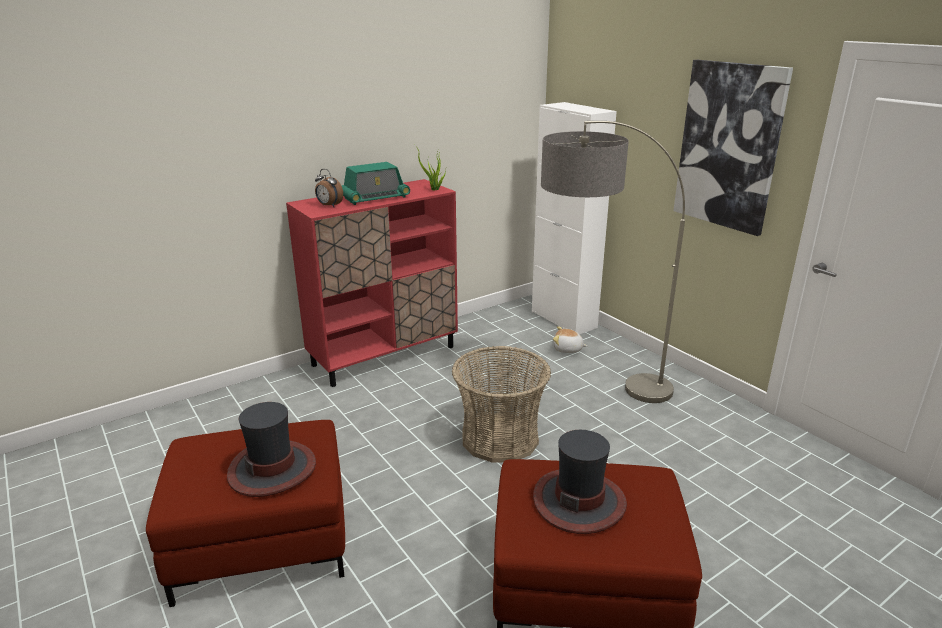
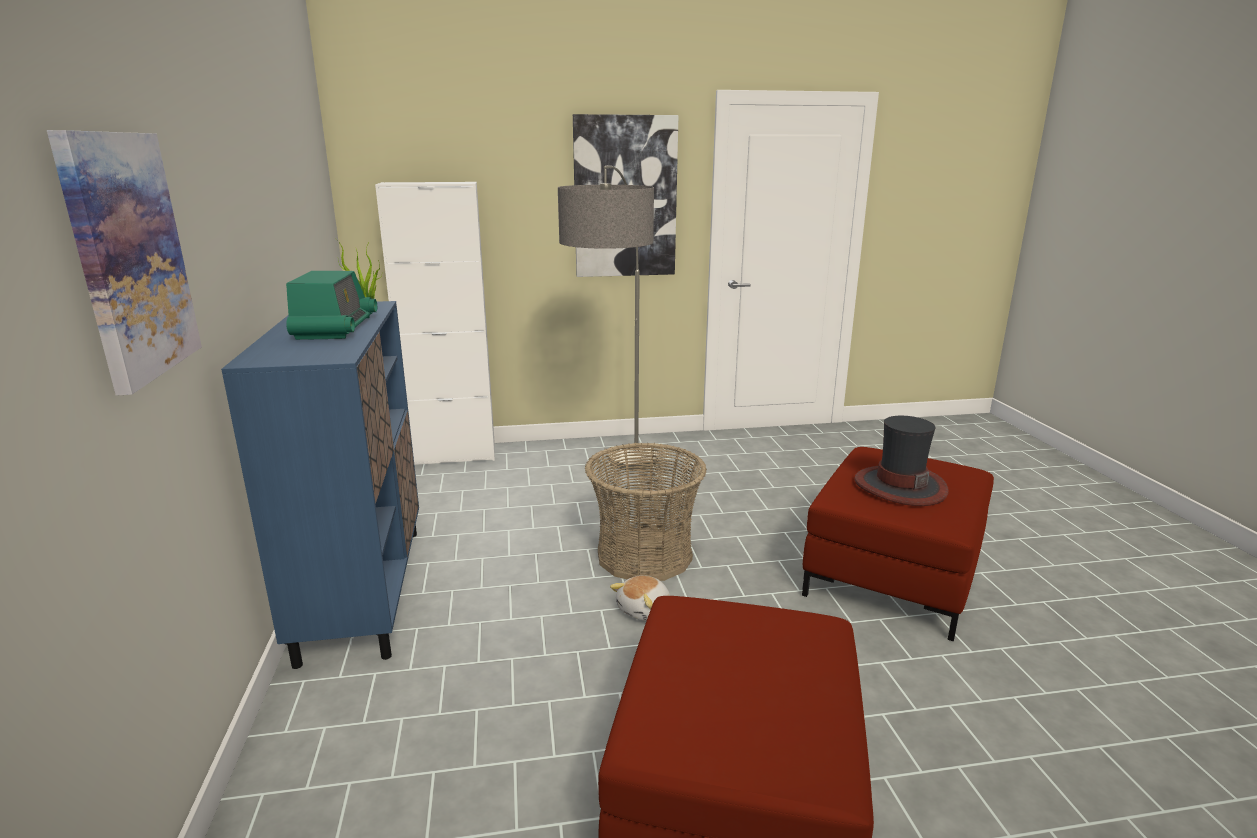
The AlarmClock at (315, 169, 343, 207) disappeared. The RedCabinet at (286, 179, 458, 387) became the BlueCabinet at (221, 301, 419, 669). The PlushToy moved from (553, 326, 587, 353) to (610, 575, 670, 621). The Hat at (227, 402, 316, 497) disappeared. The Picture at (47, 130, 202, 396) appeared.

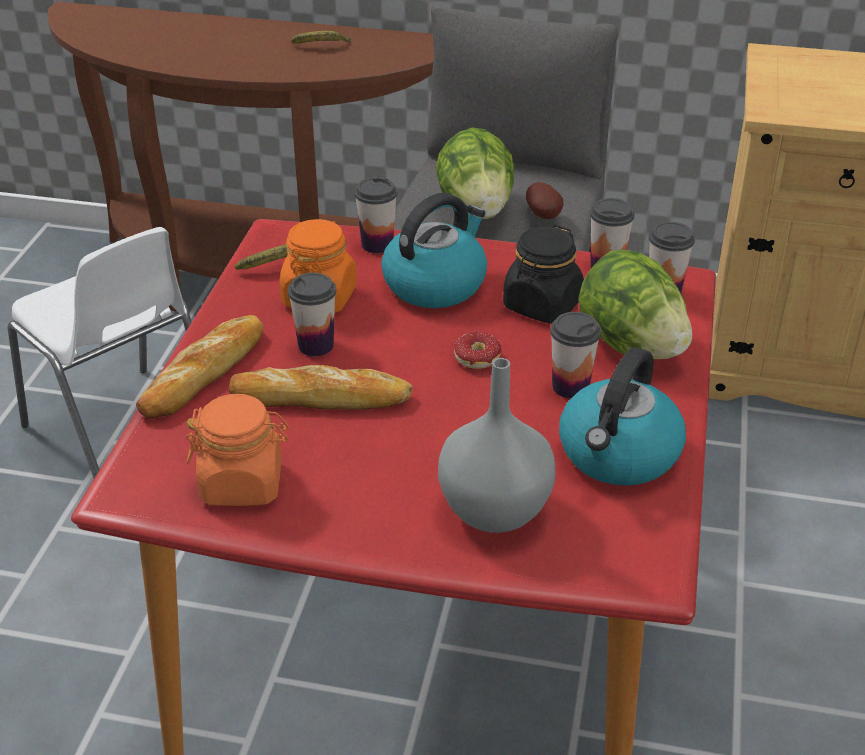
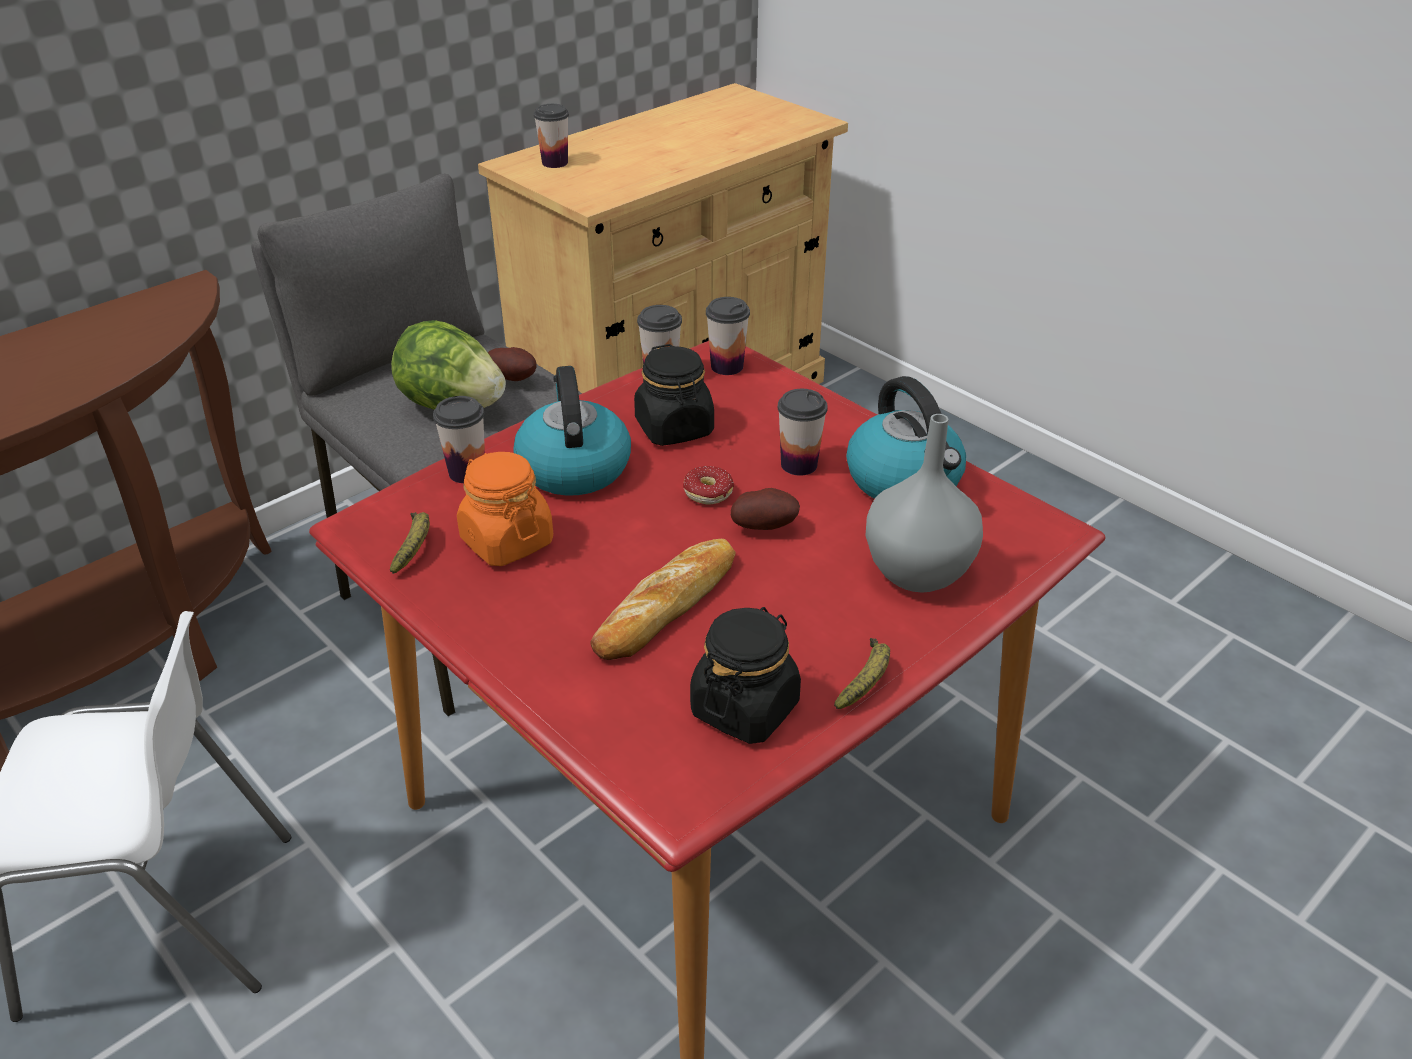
The Banana moved from (291, 31, 351, 43) to (834, 638, 890, 709). The Lettuce at (578, 249, 692, 359) disappeared. The Cup moved from (288, 273, 336, 356) to (534, 104, 569, 168). The Bread at (136, 315, 264, 419) disappeared. The OrangeJar at (186, 394, 289, 506) became the BlackJar at (690, 607, 801, 744). The Potato at (731, 488, 800, 530) appeared.

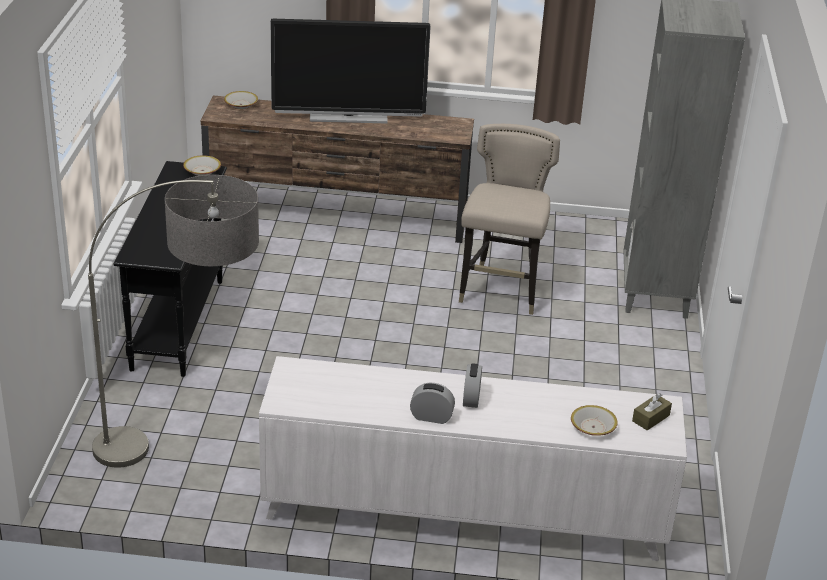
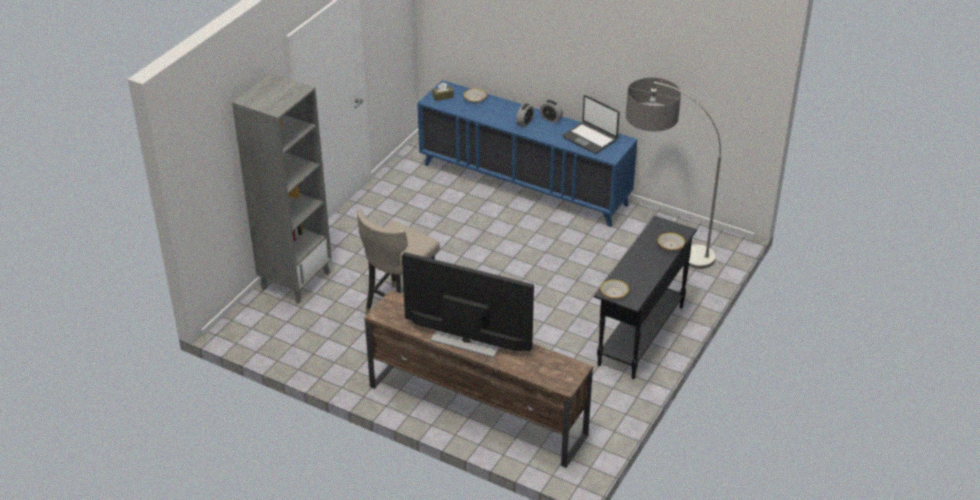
The Bowl moved from (224, 91, 258, 109) to (657, 233, 685, 251). The WhiteCabinet at (259, 356, 687, 561) became the BlueCabinet at (417, 80, 637, 227). The Laptop at (562, 95, 620, 154) appeared.

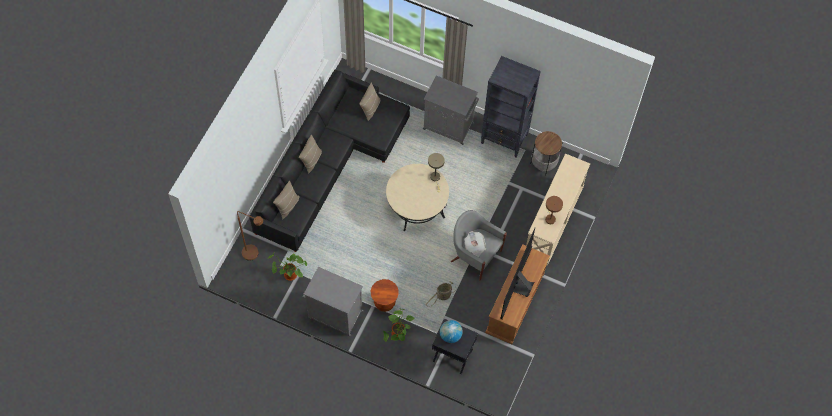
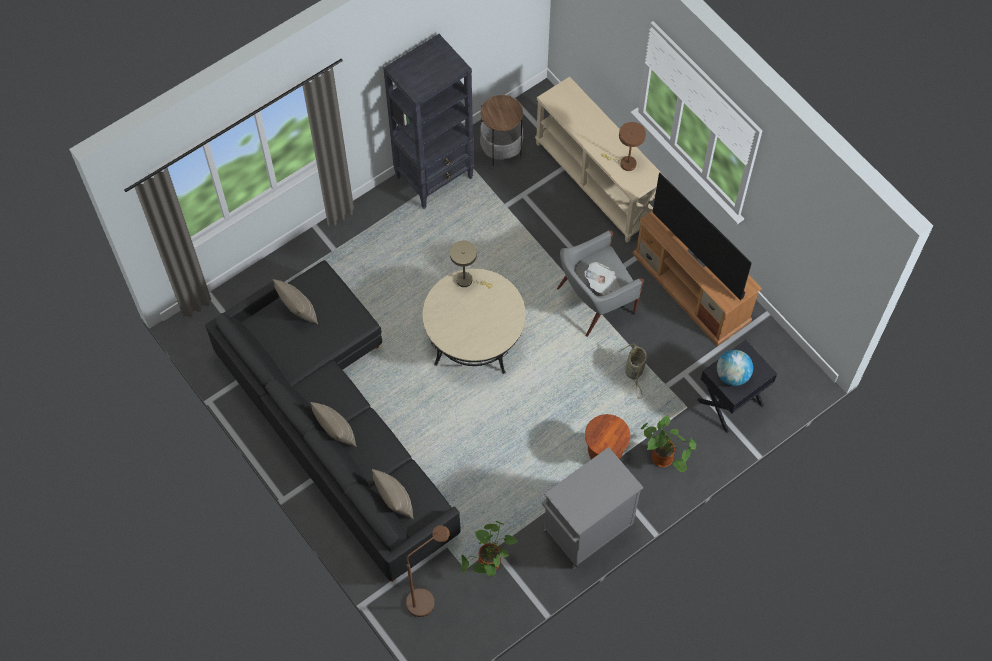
The GreyCabinet at (423, 75, 479, 145) disappeared.

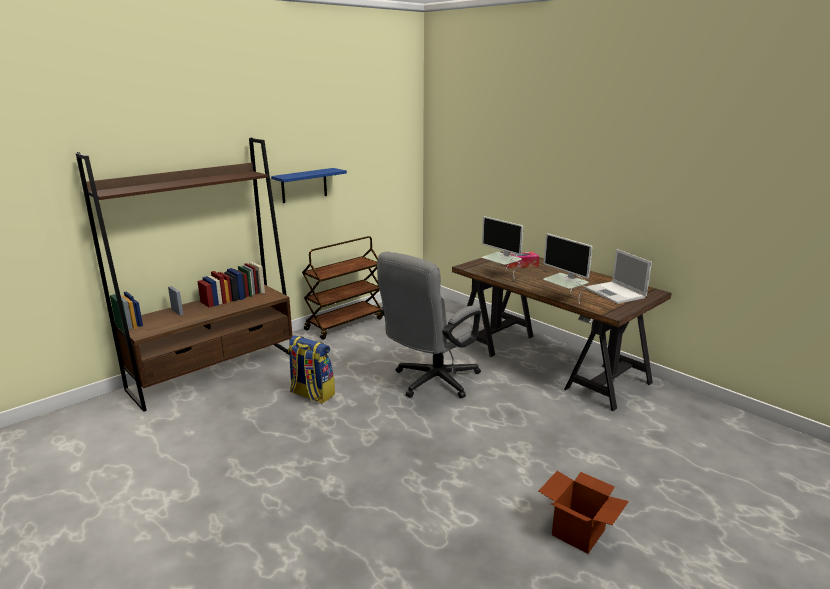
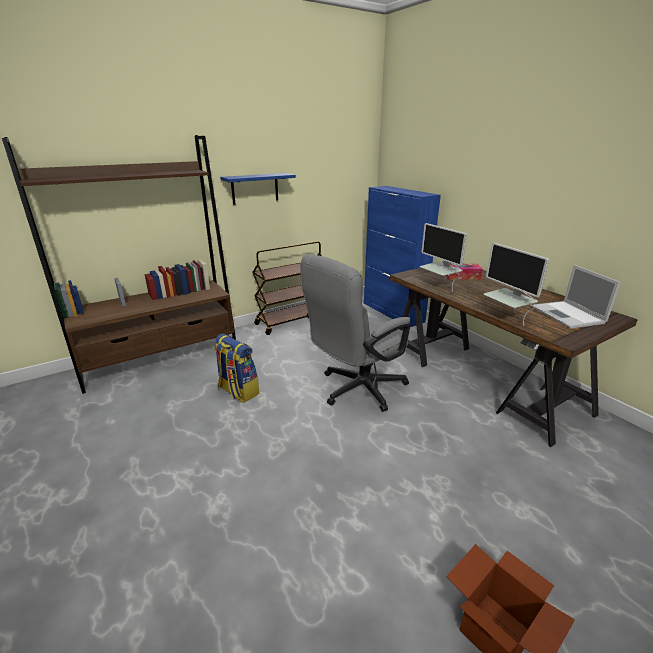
The BlueCabinet at (364, 186, 441, 327) appeared.

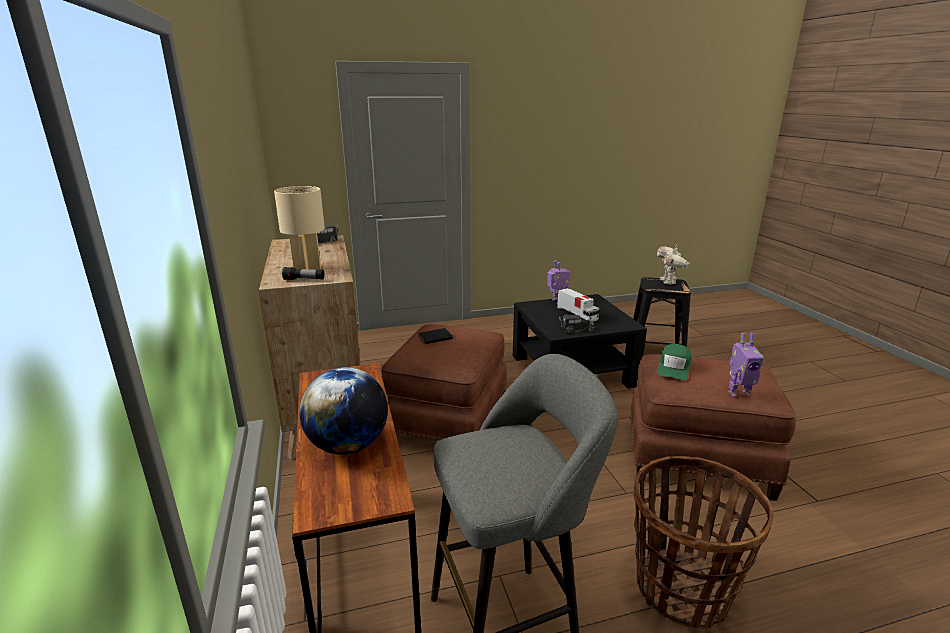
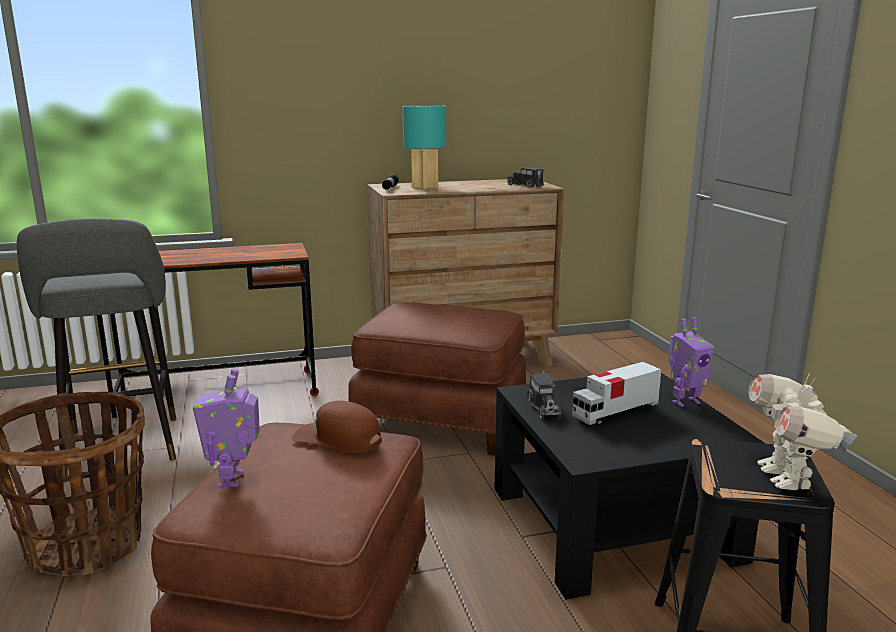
The BeigeTableLamp at (274, 186, 325, 270) became the TurquoiseTableLamp at (403, 105, 446, 189). The ToyRobot at (657, 246, 690, 284) turned 90 degrees counterclockwise. The BlackBook at (418, 328, 455, 344) disappeared. The GreenCap at (657, 344, 691, 380) became the BrownCap at (292, 401, 382, 453). The Globe at (299, 367, 388, 455) disappeared.

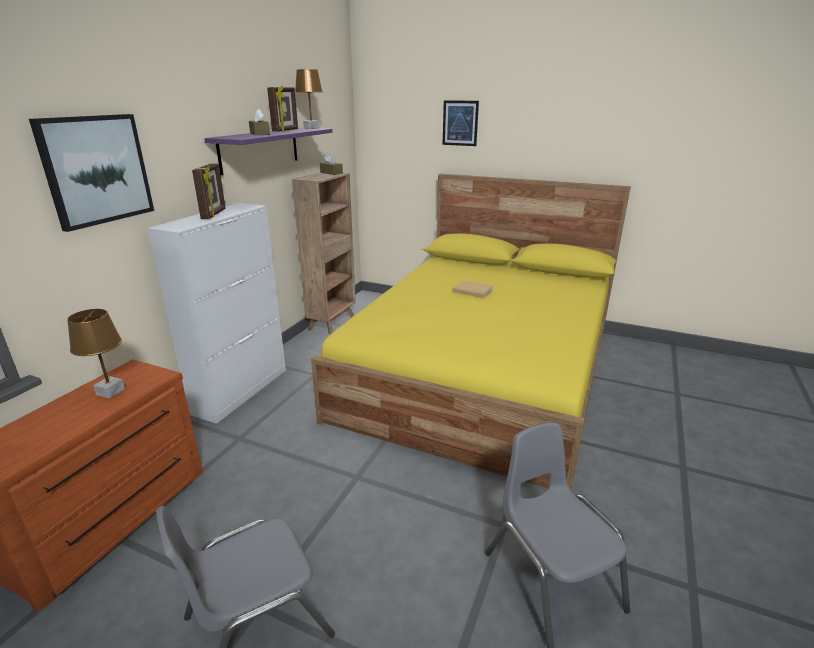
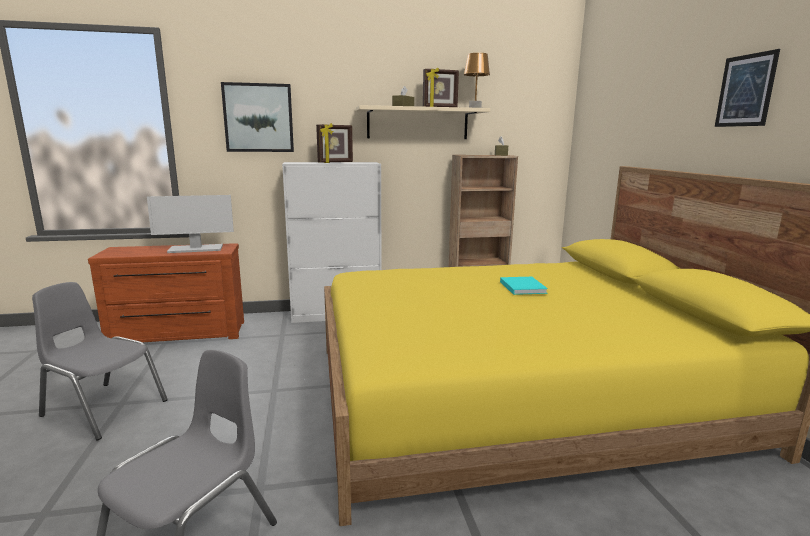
The Picture moved from (442, 100, 479, 146) to (715, 49, 780, 127). The PurpleShelf at (204, 128, 333, 176) became the BeigeShelf at (356, 105, 490, 139). The BeigeBook at (452, 280, 493, 298) became the TurquoiseBook at (500, 277, 548, 295). The BrownTableLamp at (67, 309, 125, 398) was replaced by the Monitor at (147, 195, 234, 253).

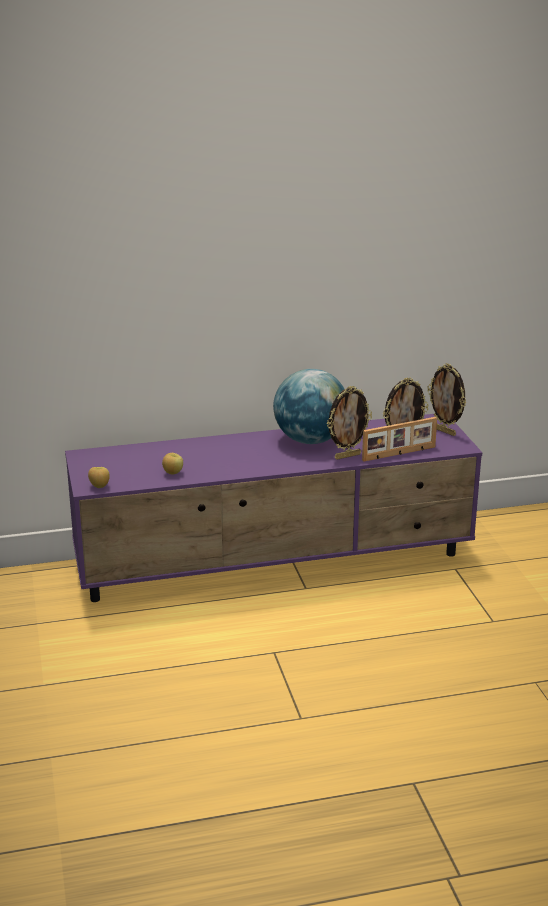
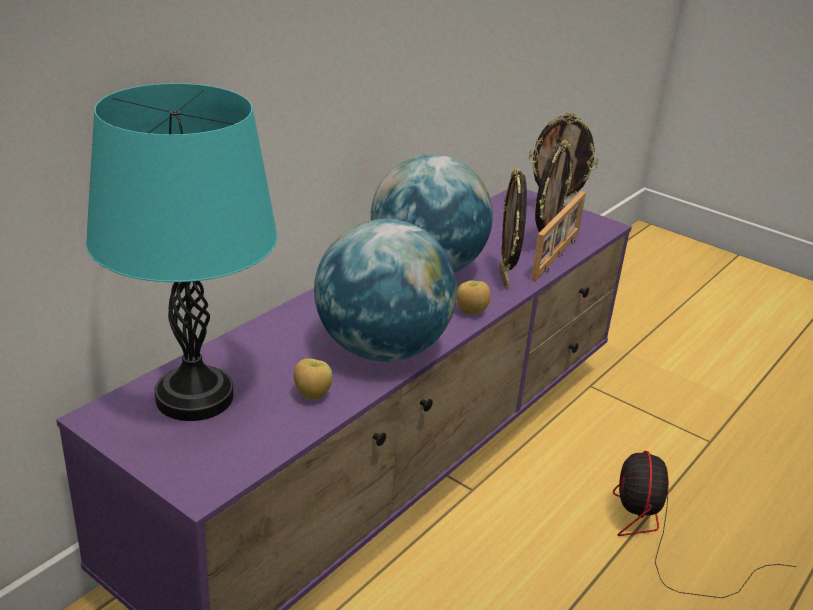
The PictureFrame at (327, 386, 372, 460) turned 150 degrees clockwise. The Apple moved from (88, 467, 110, 488) to (457, 281, 491, 315). The TurquoiseTableLamp at (86, 83, 278, 421) appeared. The Globe at (314, 219, 457, 362) appeared. The Fan at (613, 451, 797, 598) appeared.

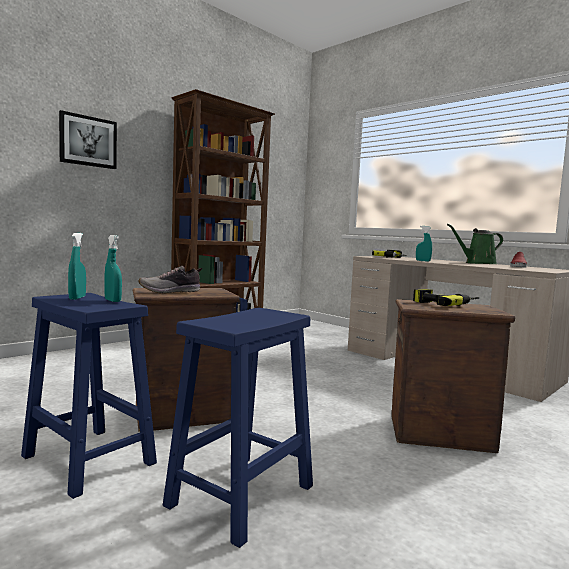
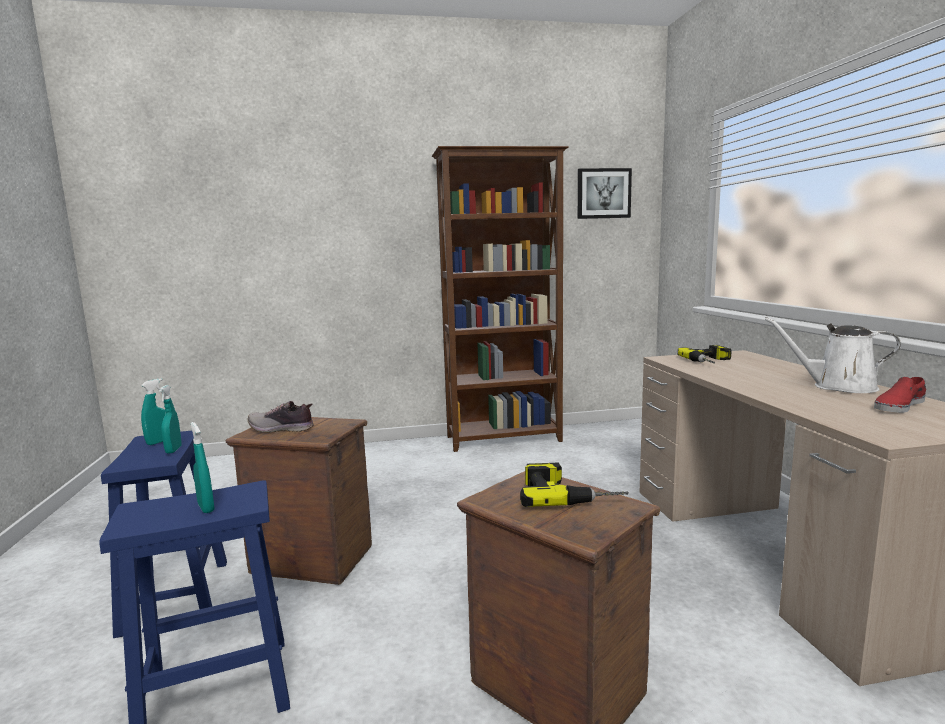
The Picture moved from (59, 110, 117, 169) to (578, 168, 632, 219). The GreenWateringCan at (447, 224, 503, 264) became the WhiteWateringCan at (765, 317, 901, 393). The TurquoiseSprayBottle moved from (416, 226, 432, 262) to (191, 422, 215, 513).

